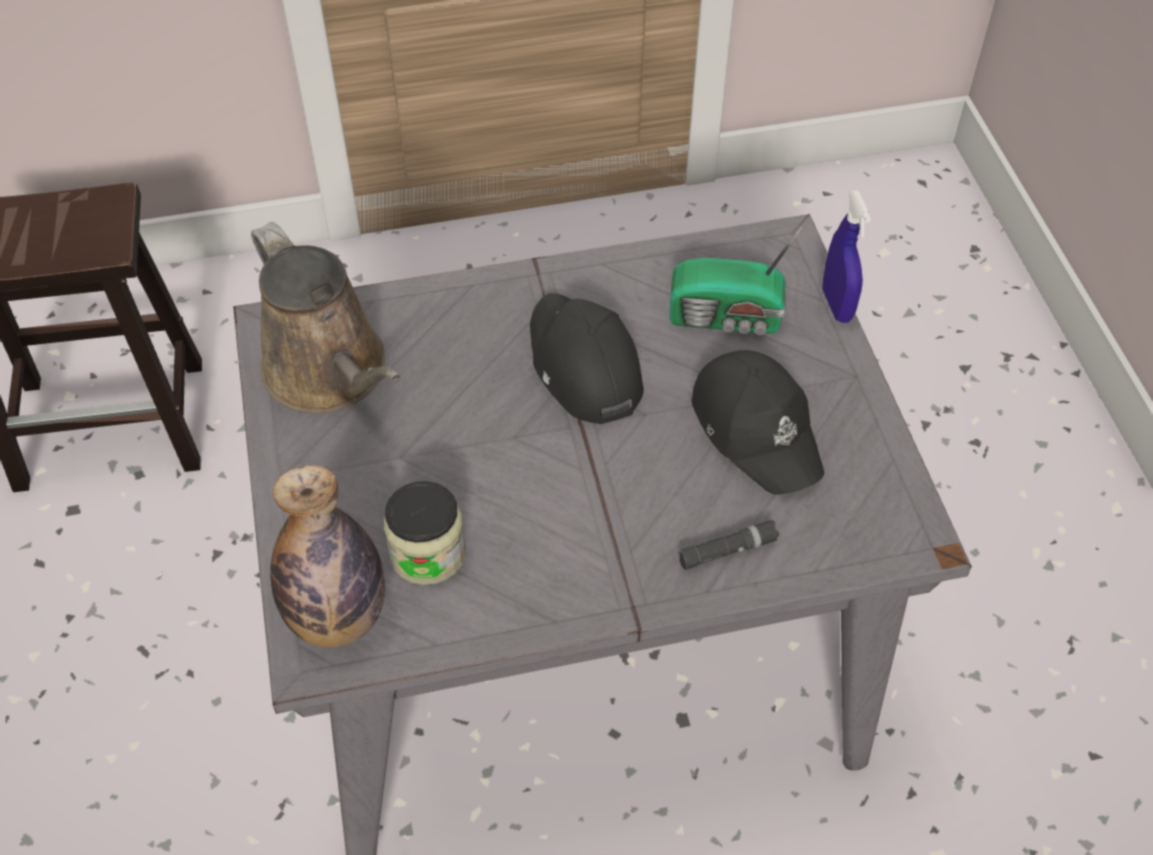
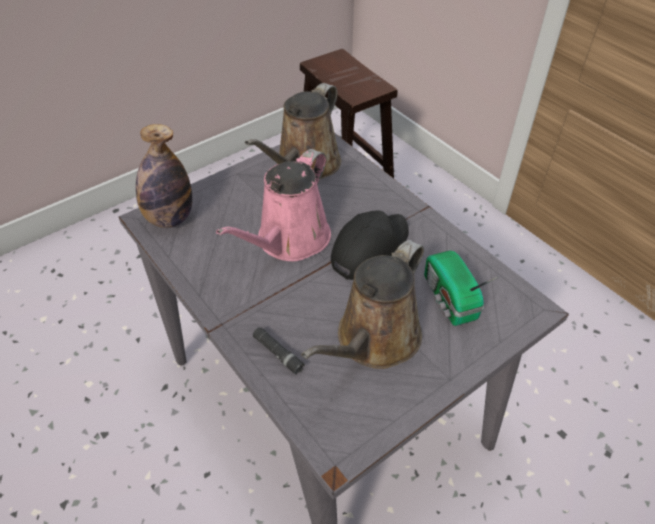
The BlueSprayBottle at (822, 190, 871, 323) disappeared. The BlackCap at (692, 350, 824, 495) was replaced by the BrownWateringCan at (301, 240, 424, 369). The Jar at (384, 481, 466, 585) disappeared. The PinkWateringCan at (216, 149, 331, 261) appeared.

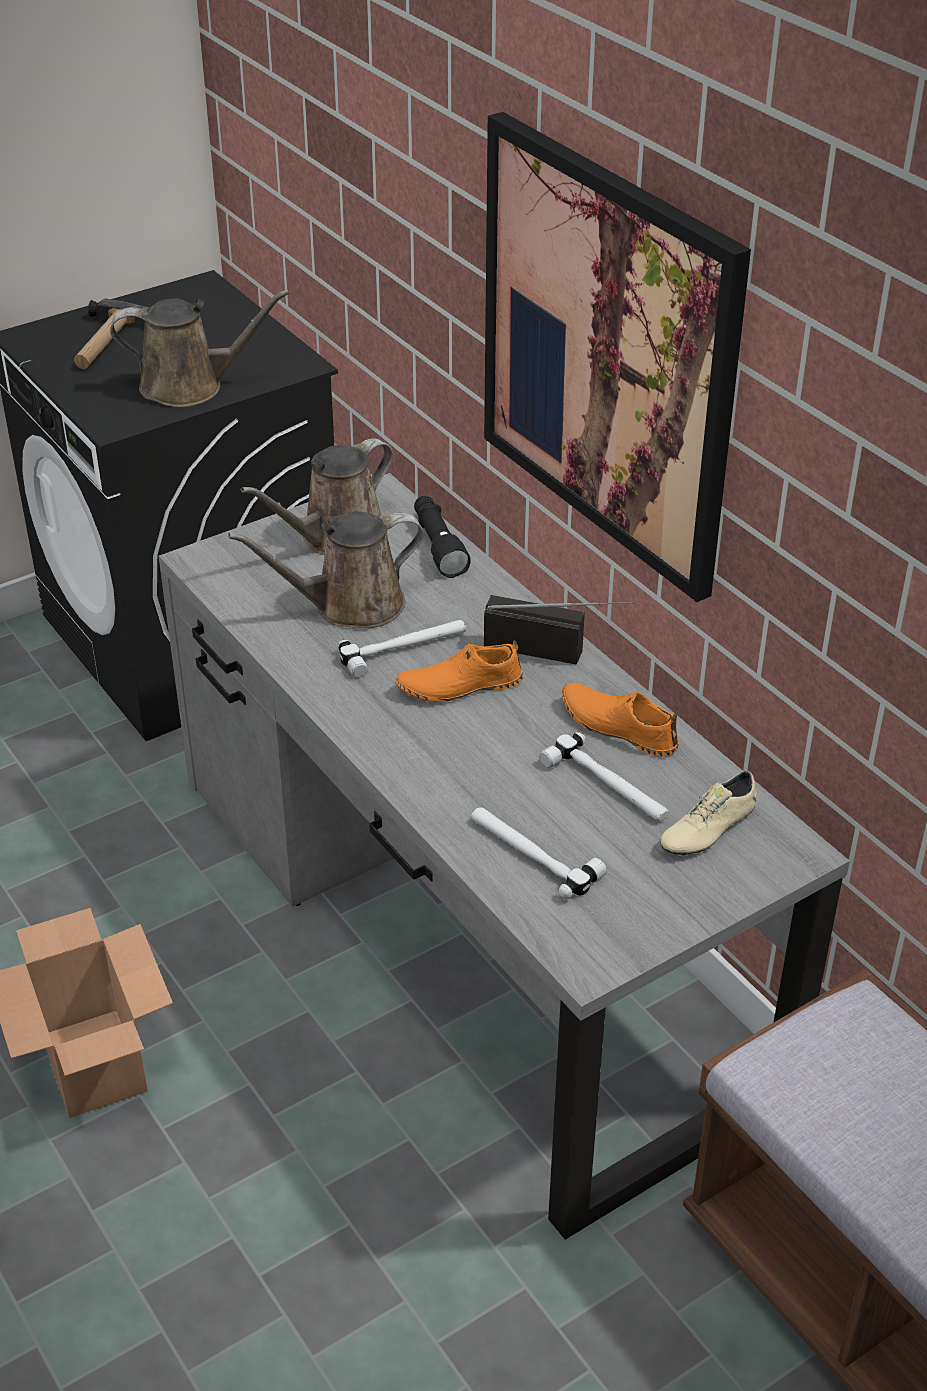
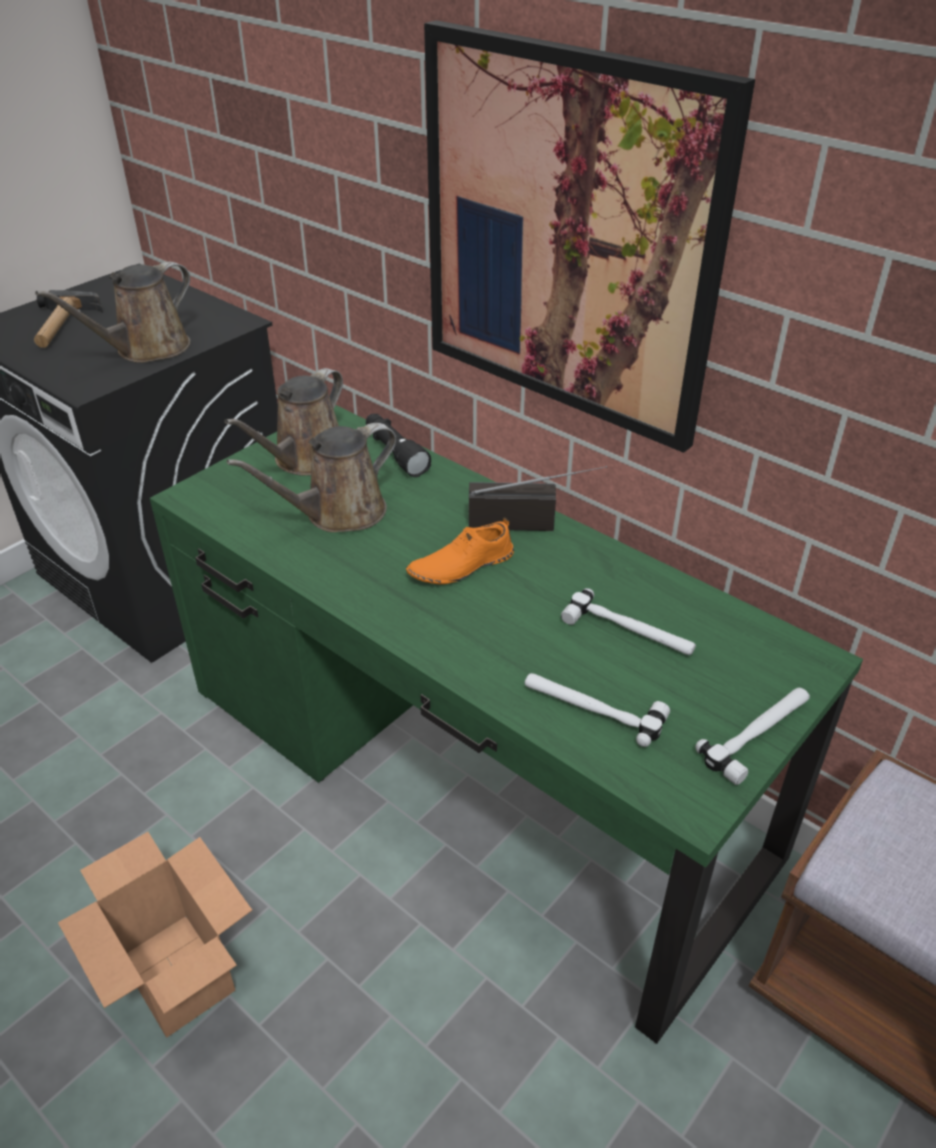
The BrownWateringCan at (110, 290, 290, 407) turned 150 degrees clockwise. The GreyDesk at (159, 473, 850, 1240) became the GreenDesk at (150, 405, 863, 1044). The Hammer moved from (338, 620, 466, 678) to (695, 688, 810, 785). The OrangeShoe at (562, 683, 679, 757) disappeared. The BeigeShoe at (661, 771, 757, 856) disappeared.

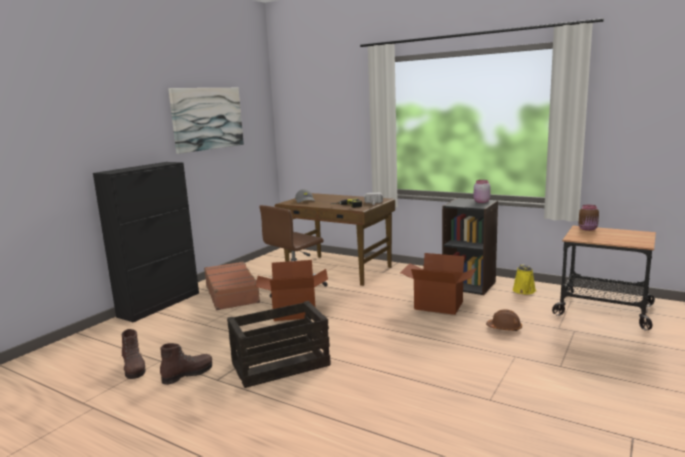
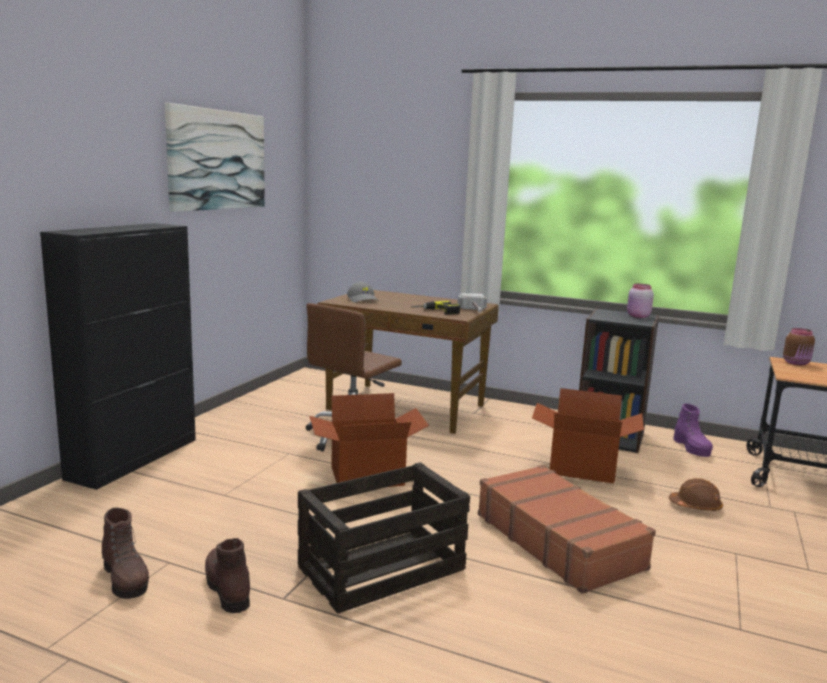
The BrownSuitcase moved from (204, 262, 260, 311) to (478, 465, 656, 594). The YellowWateringCan at (513, 264, 536, 294) was replaced by the PurpleBoot at (673, 403, 713, 457). The BrownBoot at (160, 343, 212, 385) turned 75 degrees counterclockwise.

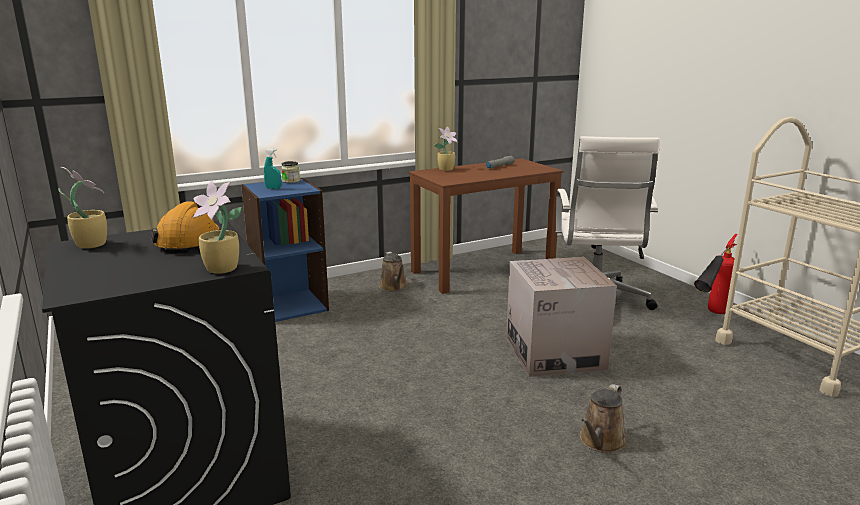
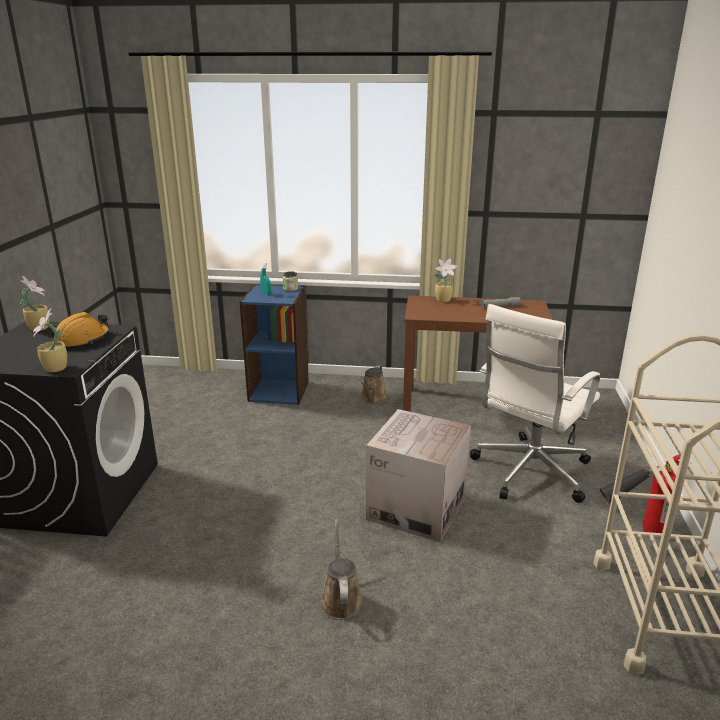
The BrownWateringCan at (579, 384, 627, 453) turned 105 degrees clockwise.

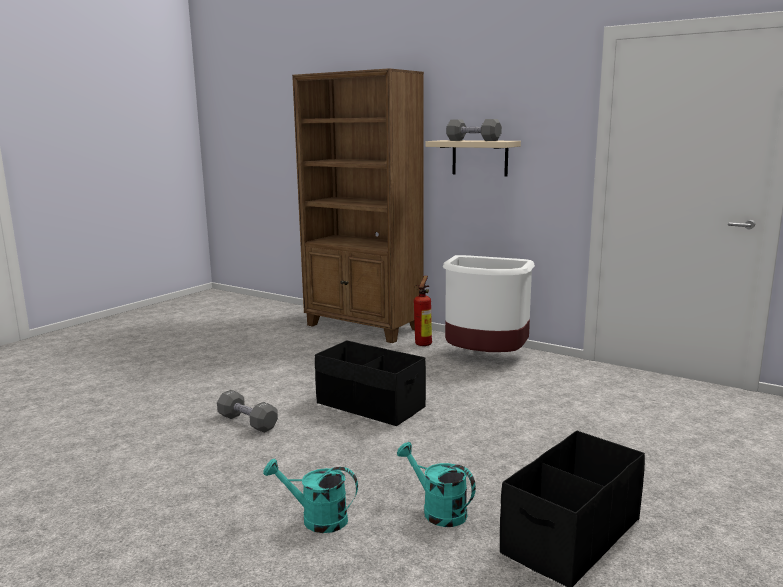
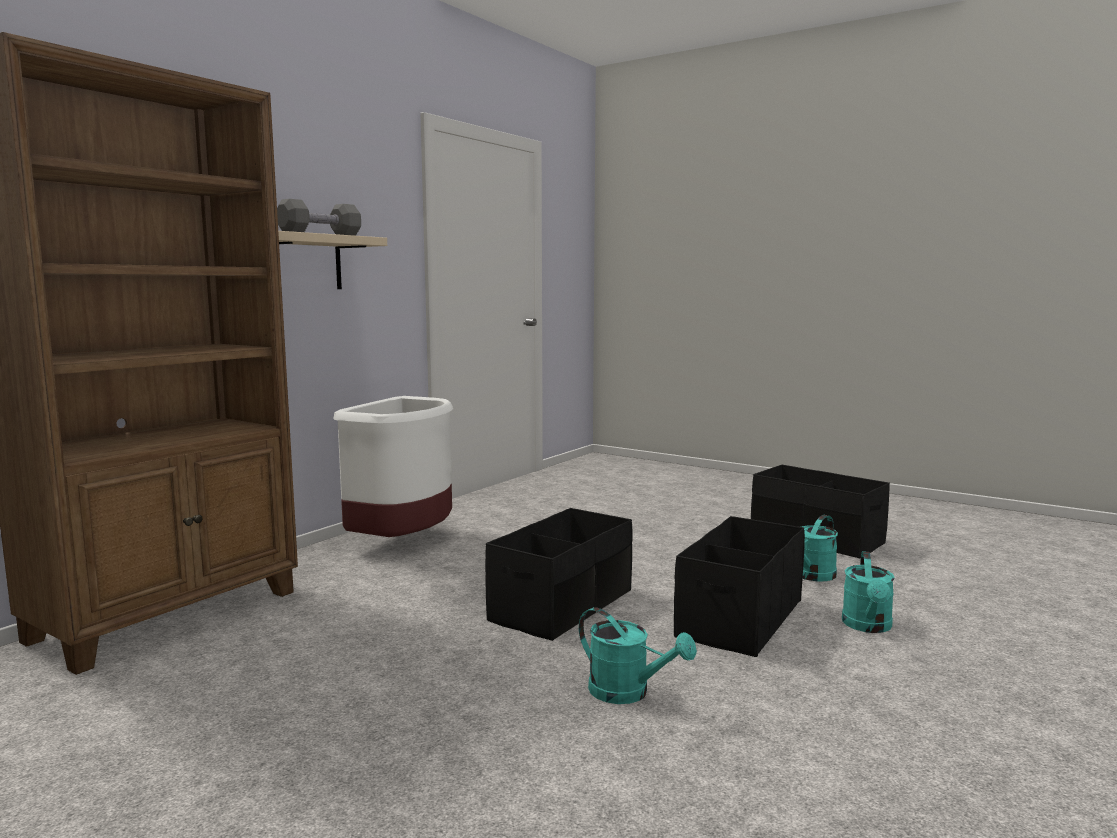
The FireExtinguisher at (414, 276, 432, 346) disappeared. The GreyDumbbell at (217, 390, 278, 433) was replaced by the TurquoiseWateringCan at (579, 607, 697, 704). The BlackStorageBox at (674, 516, 805, 657) appeared.

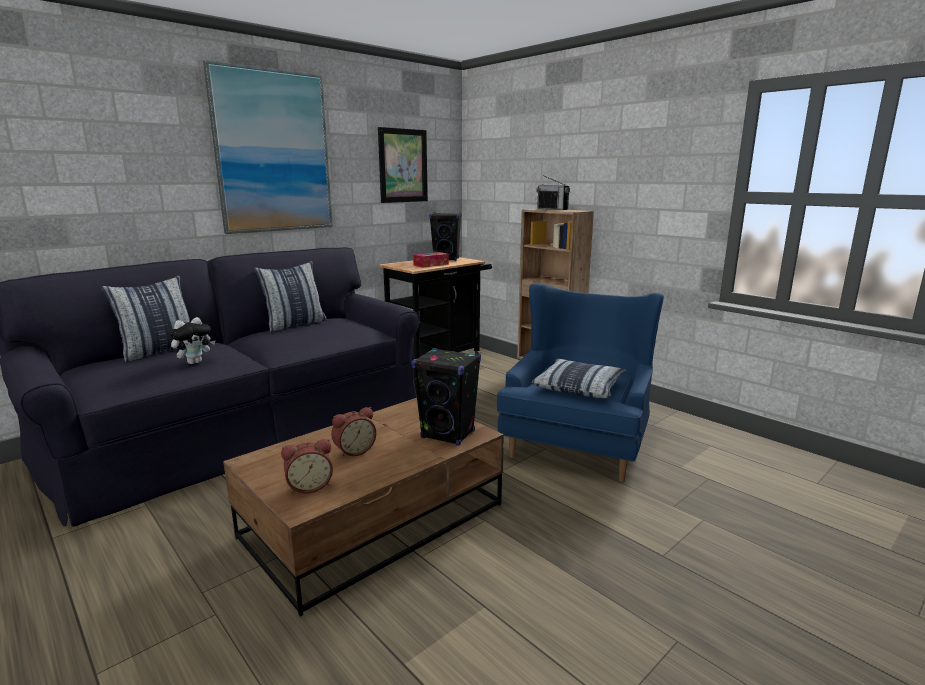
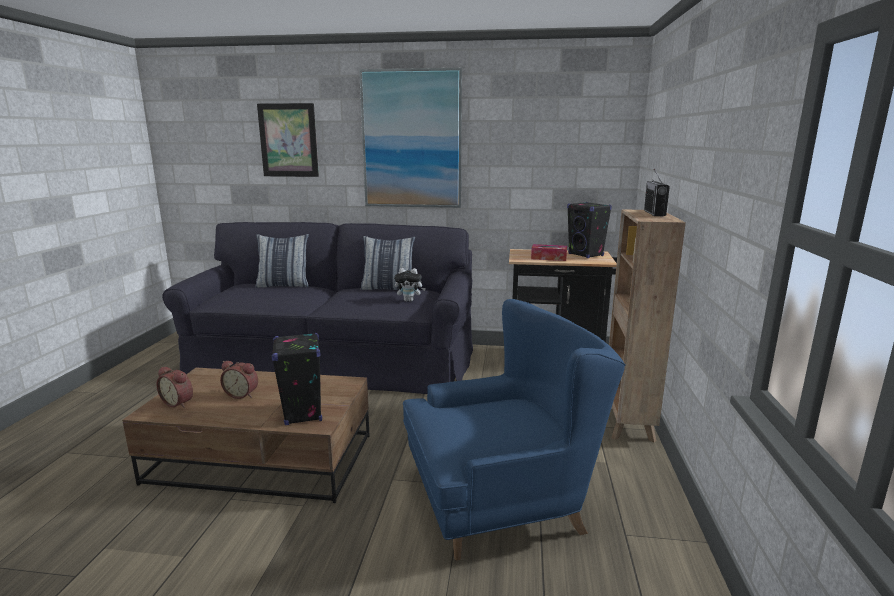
The Picture moved from (378, 127, 428, 203) to (257, 103, 319, 177). The PlushToy moved from (170, 317, 216, 364) to (394, 268, 426, 302). The Pillow at (532, 359, 627, 398) disappeared.

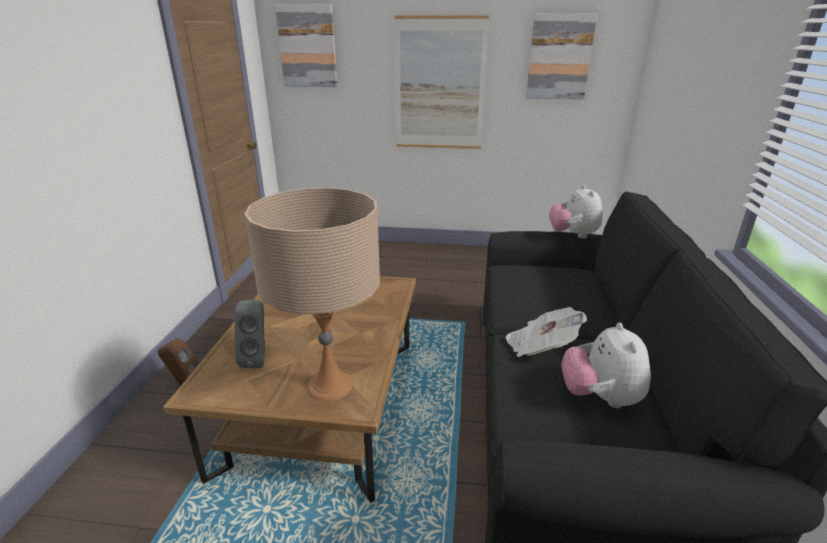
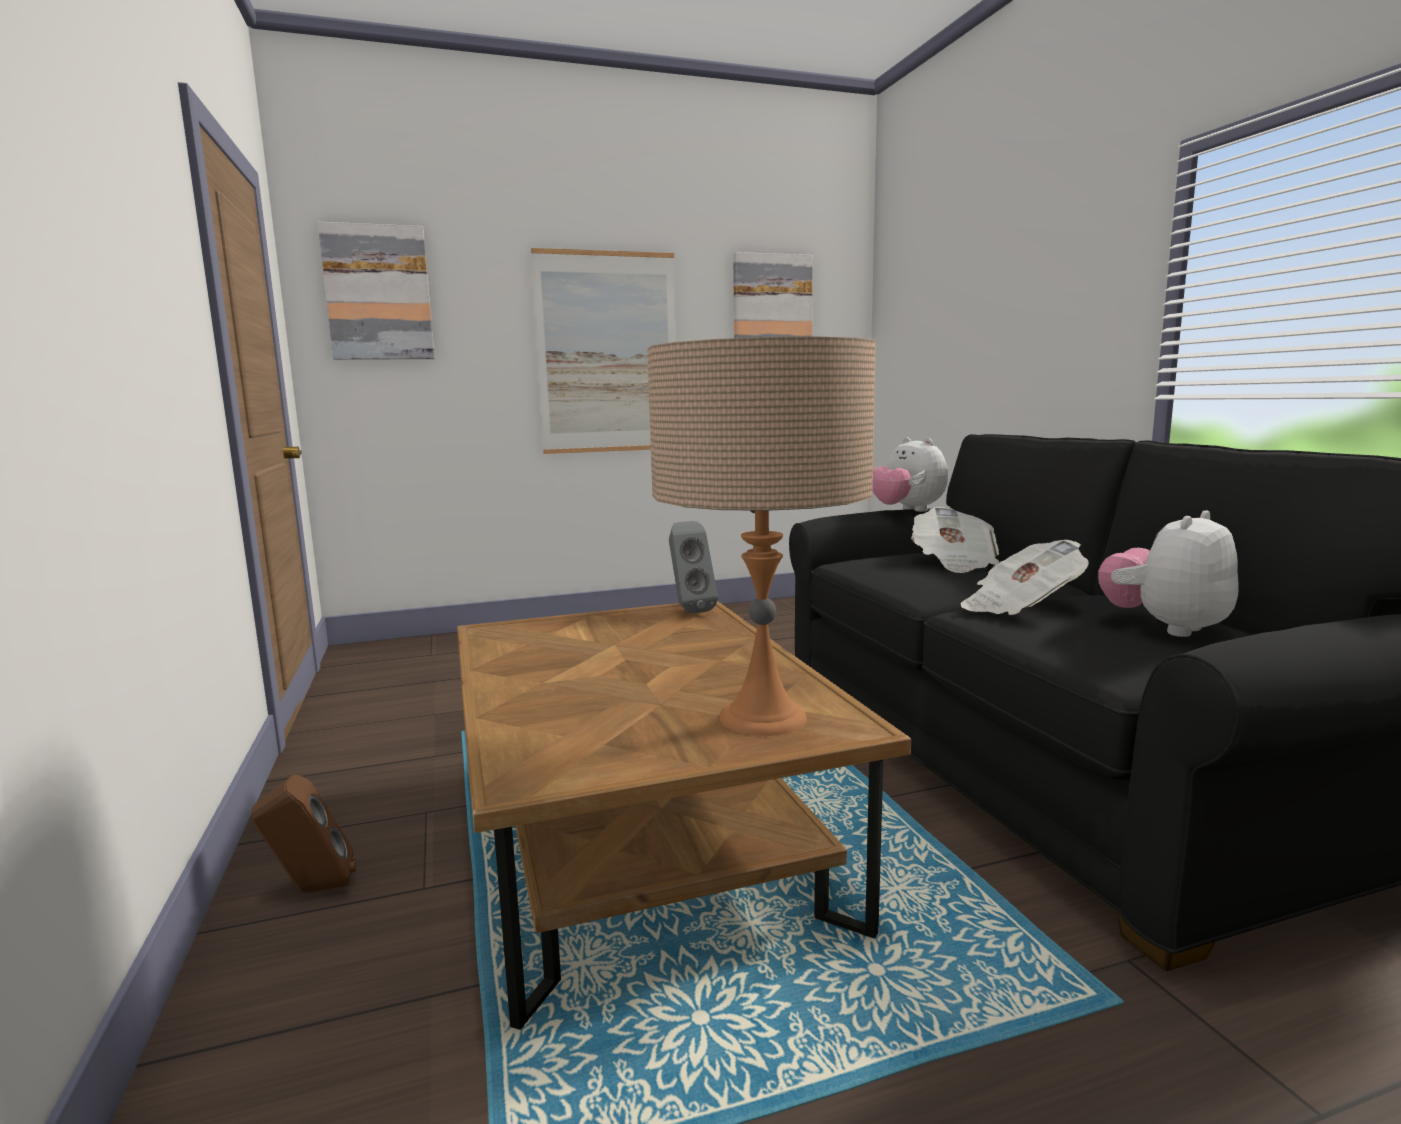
The GreySpeaker moved from (235, 300, 265, 368) to (669, 521, 718, 614). The PlushToy at (561, 322, 651, 408) turned 75 degrees clockwise. The Newspaper at (912, 507, 999, 573) appeared.

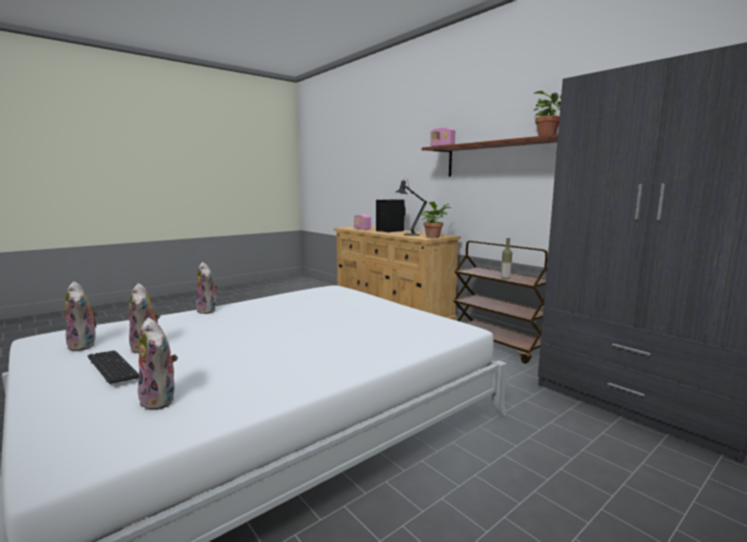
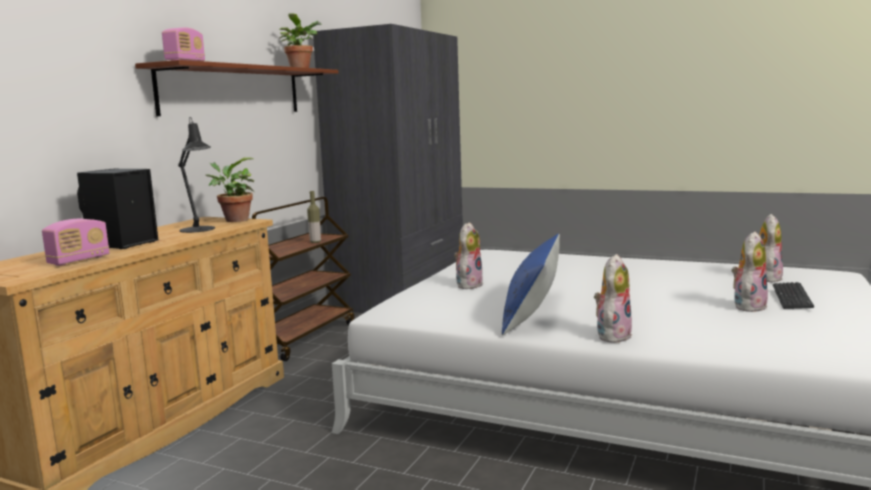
The PlushToy moved from (65, 281, 98, 351) to (454, 222, 483, 289). The BluePillow at (502, 234, 560, 335) appeared.

